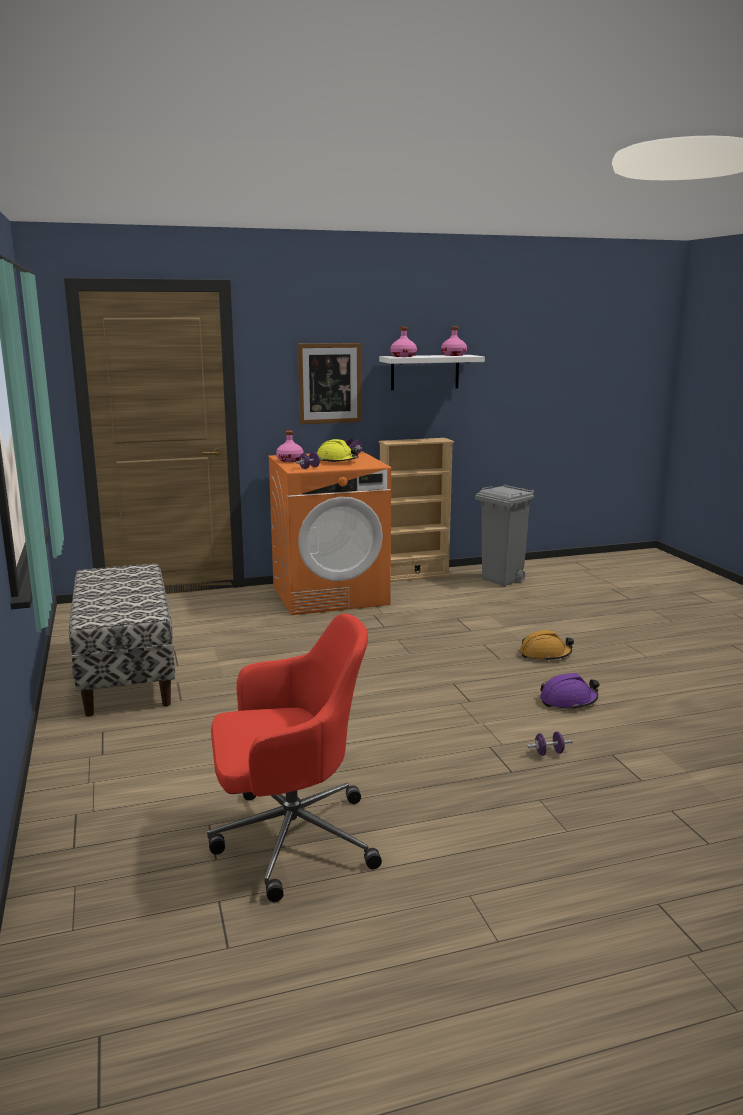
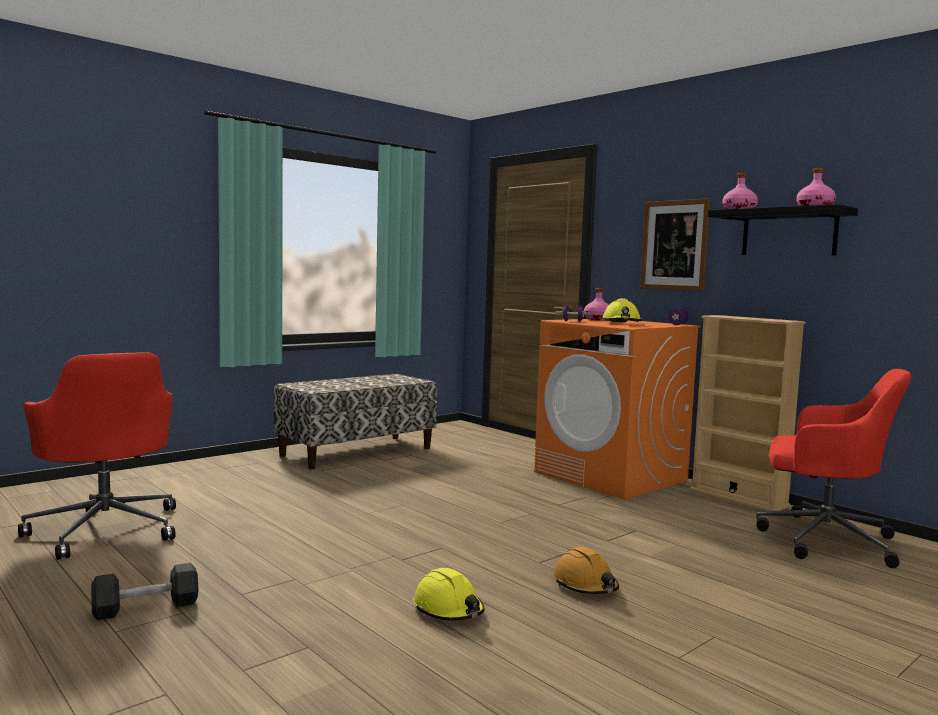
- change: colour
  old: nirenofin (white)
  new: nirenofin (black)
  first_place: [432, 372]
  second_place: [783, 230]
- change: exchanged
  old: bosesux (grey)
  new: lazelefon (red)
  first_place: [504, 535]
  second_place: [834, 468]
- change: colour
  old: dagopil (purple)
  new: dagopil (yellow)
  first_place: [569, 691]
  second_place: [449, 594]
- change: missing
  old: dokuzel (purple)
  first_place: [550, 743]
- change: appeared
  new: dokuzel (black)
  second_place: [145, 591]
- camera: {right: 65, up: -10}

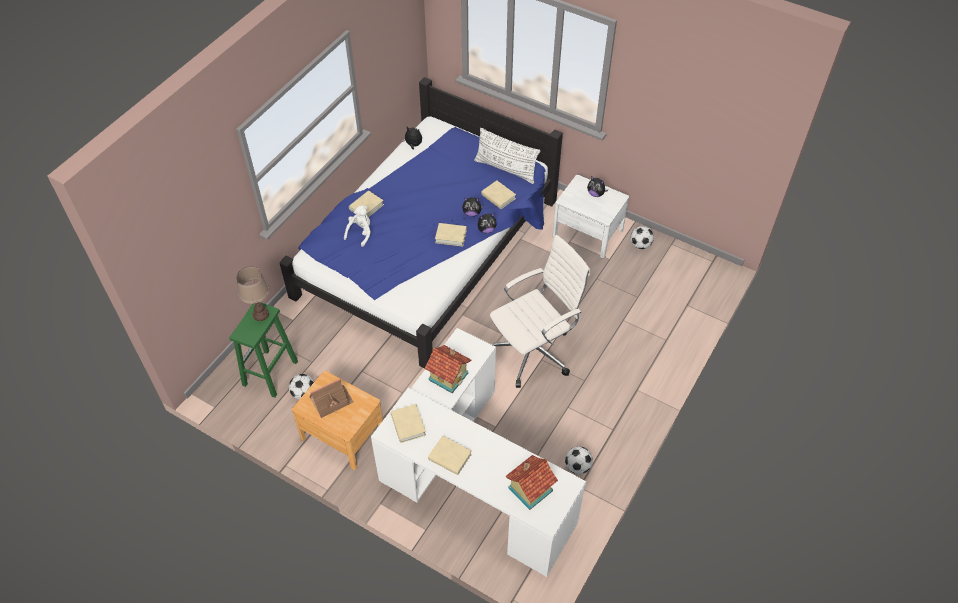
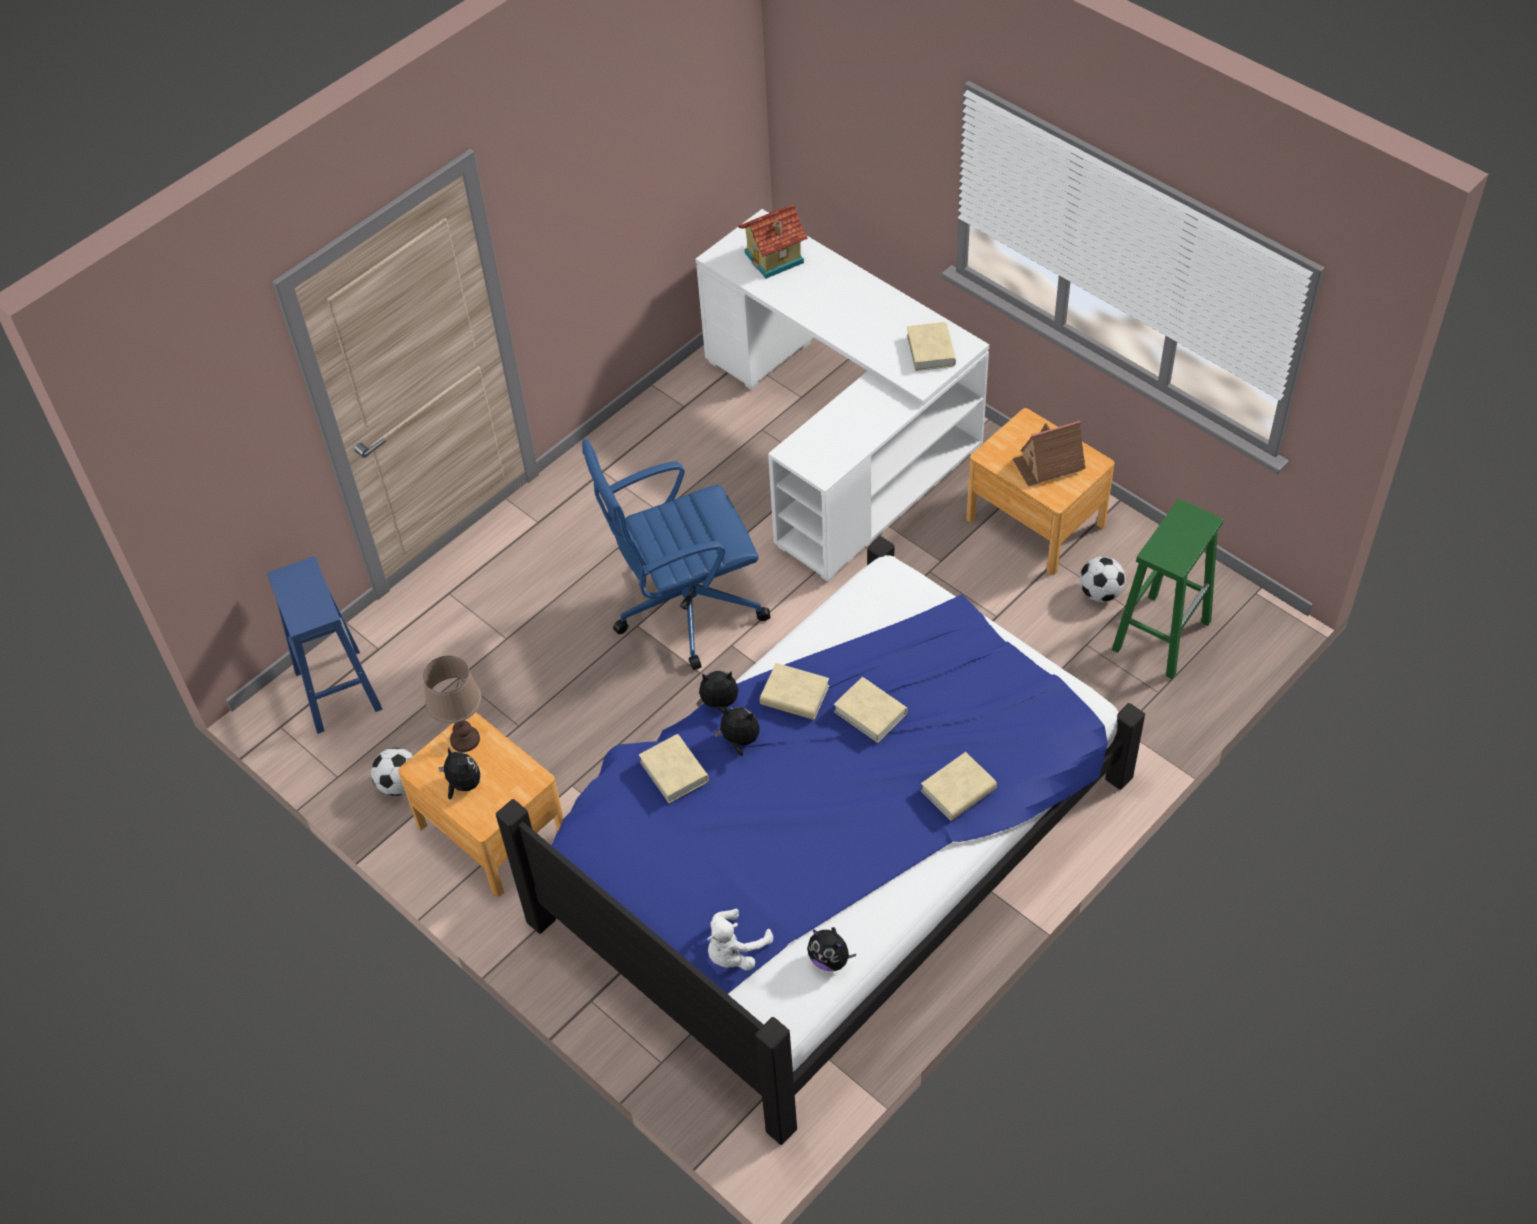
- change: missing
  old: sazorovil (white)
  first_place: [507, 156]
- change: colour
  old: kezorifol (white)
  new: kezorifol (brown)
  first_place: [591, 216]
  second_place: [481, 804]
- change: relocated
  old: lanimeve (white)
  first_place: [357, 226]
  second_place: [740, 940]
- change: colour
  old: lazelefon (white)
  new: lazelefon (blue)
  first_place: [540, 311]
  second_place: [676, 554]
- change: relocated
  old: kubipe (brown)
  first_place: [252, 293]
  second_place: [452, 704]
- change: missing
  old: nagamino
  first_place: [447, 369]
- change: relocated
  old: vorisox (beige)
  first_place: [450, 455]
  second_place: [870, 710]
- change: missing
  old: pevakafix
  first_place: [579, 460]
- change: appeared
  new: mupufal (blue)
  second_place: [324, 645]
- camera: {right: -165, up: 0}

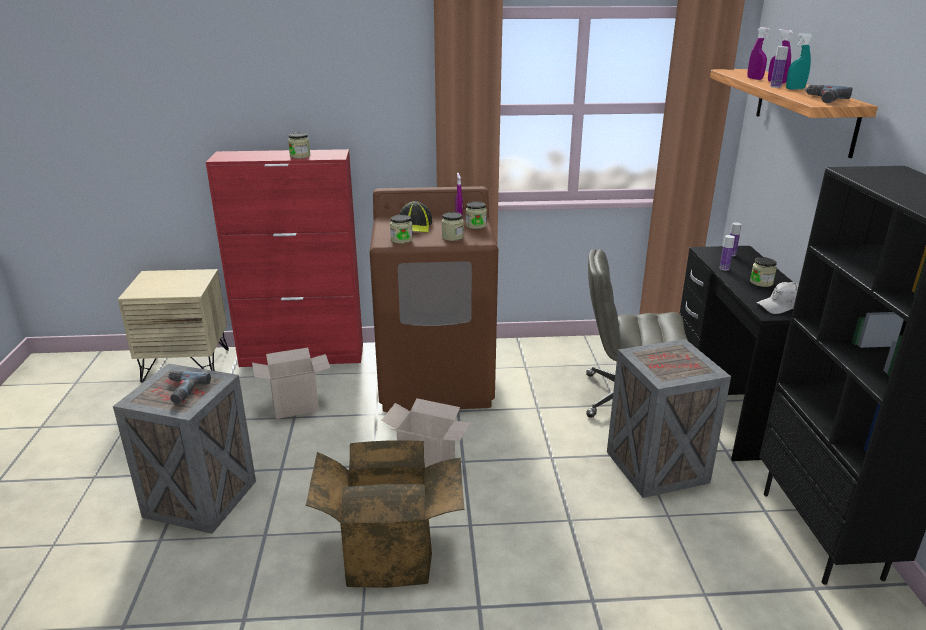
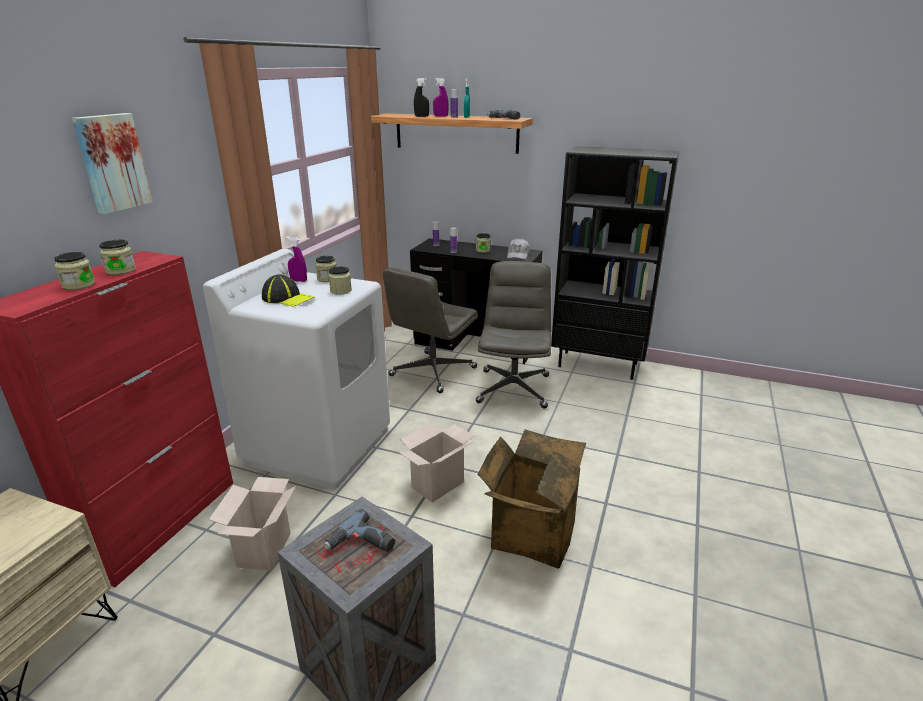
- change: colour
  old: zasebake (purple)
  new: zasebake (black)
  first_place: [758, 53]
  second_place: [421, 97]
- change: colour
  old: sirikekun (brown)
  new: sirikekun (white)
  first_place: [434, 299]
  second_place: [296, 369]
- change: relocated
  old: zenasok
  first_place: [401, 229]
  second_place: [74, 271]
- change: exchanged
  old: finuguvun
  new: lazelefon (grey)
  first_place: [669, 418]
  second_place: [513, 335]
- change: appeared
  new: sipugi
  second_place: [112, 163]
- camera: {right: -65, up: 0}

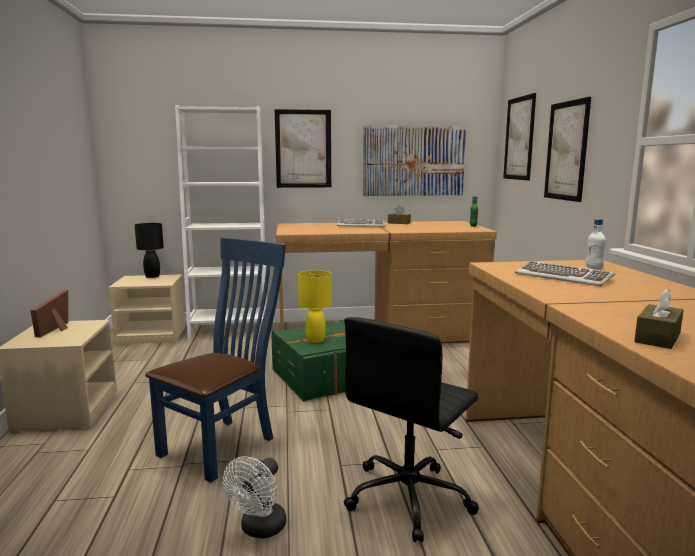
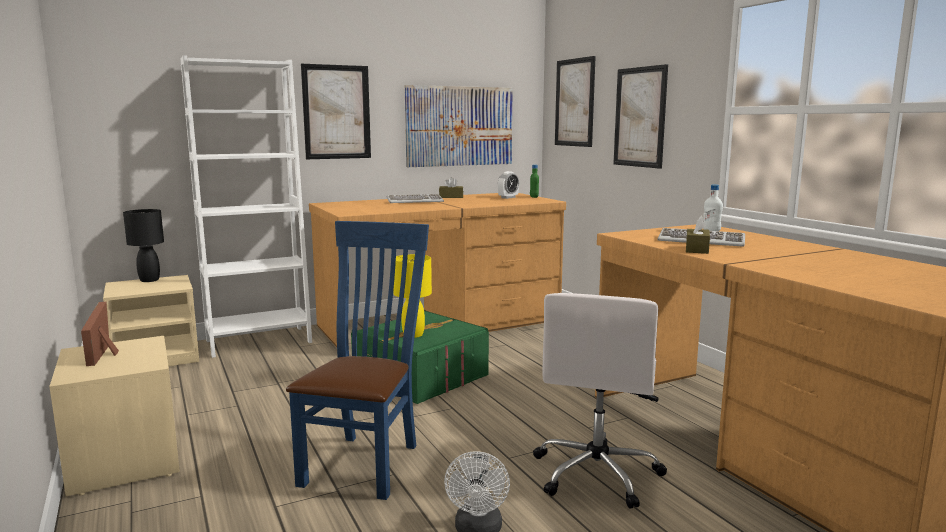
- change: relocated
  old: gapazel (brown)
  first_place: [658, 318]
  second_place: [698, 235]
- change: colour
  old: lazelefon (black)
  new: lazelefon (white)
  first_place: [411, 429]
  second_place: [600, 401]
- change: appeared
  new: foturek
  second_place: [508, 185]
- camera: {right: -20, up: 0}

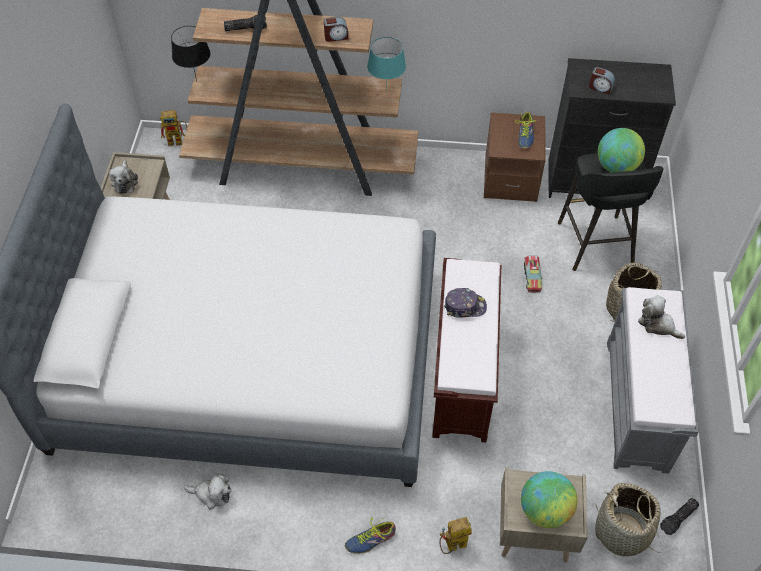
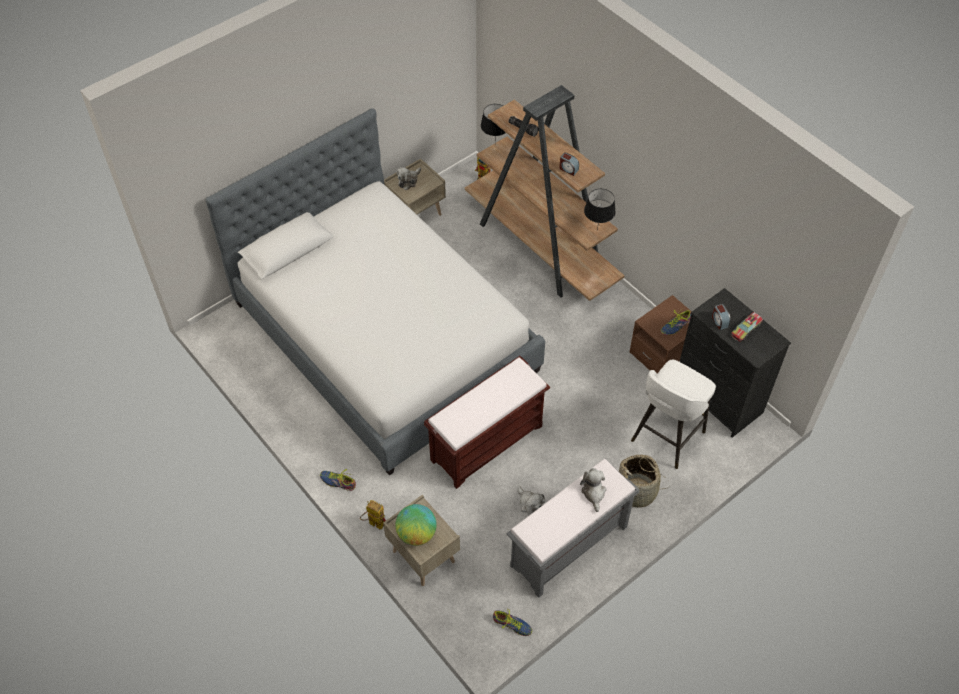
- change: colour
  old: kubipe (turquoise)
  new: kubipe (black)
  first_place: [386, 65]
  second_place: [600, 210]
- change: missing
  old: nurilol
  first_place: [621, 150]
- change: colour
  old: mupufal (black)
  new: mupufal (white)
  first_place: [611, 212]
  second_place: [673, 414]
- change: relocated
  old: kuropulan
  first_place: [533, 274]
  second_place: [747, 327]
- change: missing
  old: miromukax
  first_place: [465, 303]
- change: relocated
  old: lanimeve
  first_place: [207, 491]
  second_place: [531, 500]
- change: missing
  old: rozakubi
  first_place: [629, 520]
- change: exchanged
  old: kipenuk
  new: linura
  first_place: [679, 516]
  second_place: [512, 622]
- camera: {right: 45, up: 0}

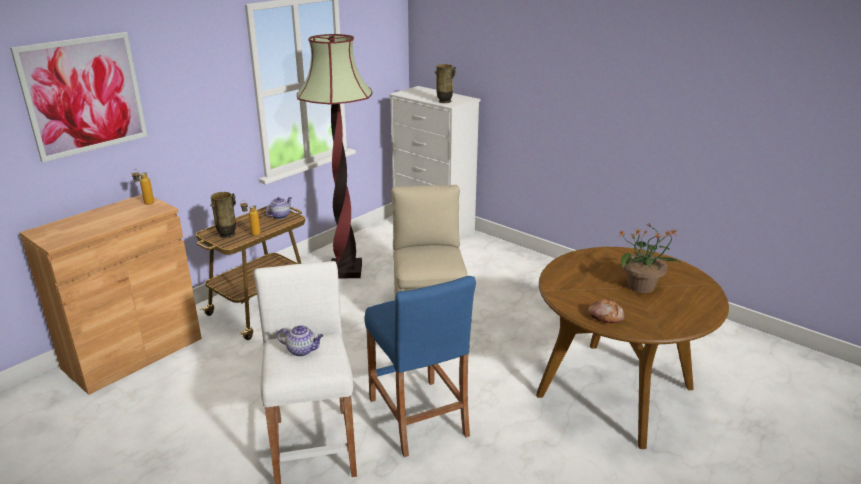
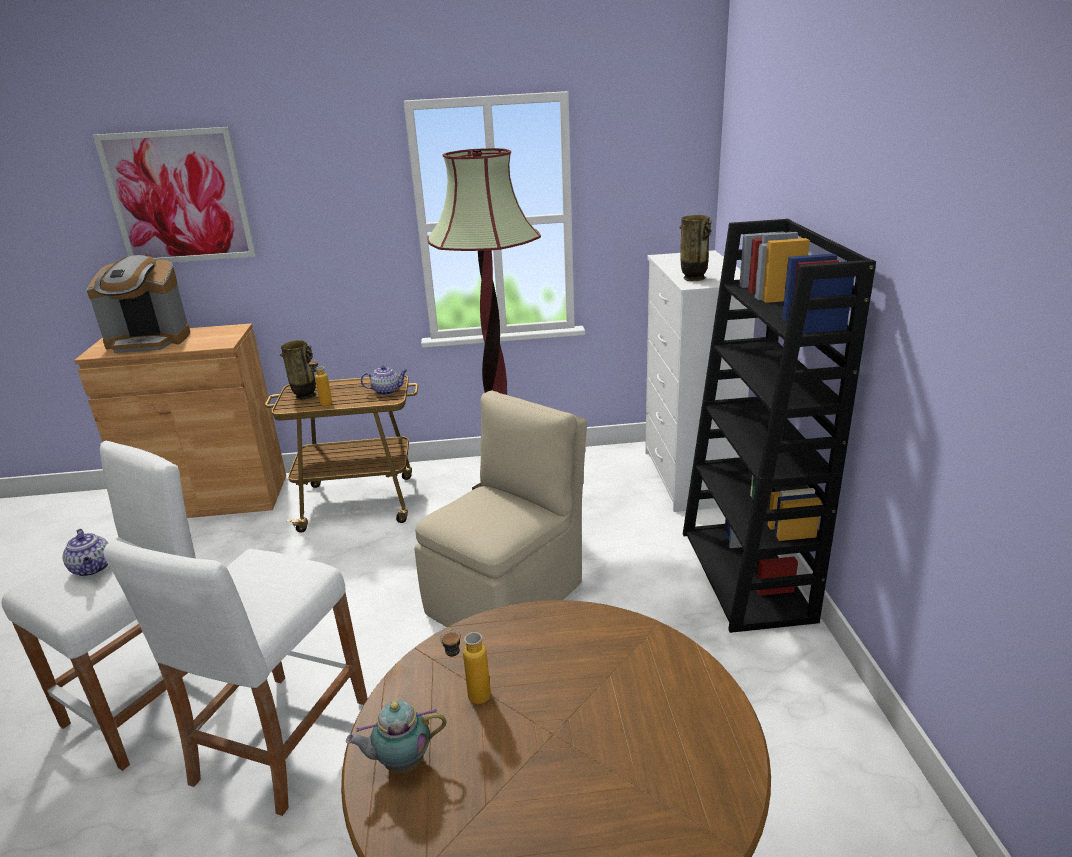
- change: relocated
  old: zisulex
  first_place: [143, 187]
  second_place: [465, 666]
- change: missing
  old: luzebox
  first_place: [650, 257]
- change: colour
  old: mupufal (blue)
  new: mupufal (white)
  first_place: [420, 366]
  second_place: [235, 678]
- change: exchanged
  old: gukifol
  new: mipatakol
  first_place: [606, 311]
  second_place: [396, 737]
- change: appeared
  new: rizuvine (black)
  second_place: [779, 426]
- change: appeared
  new: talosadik
  second_place: [138, 304]
- camera: {right: 45, up: 0}

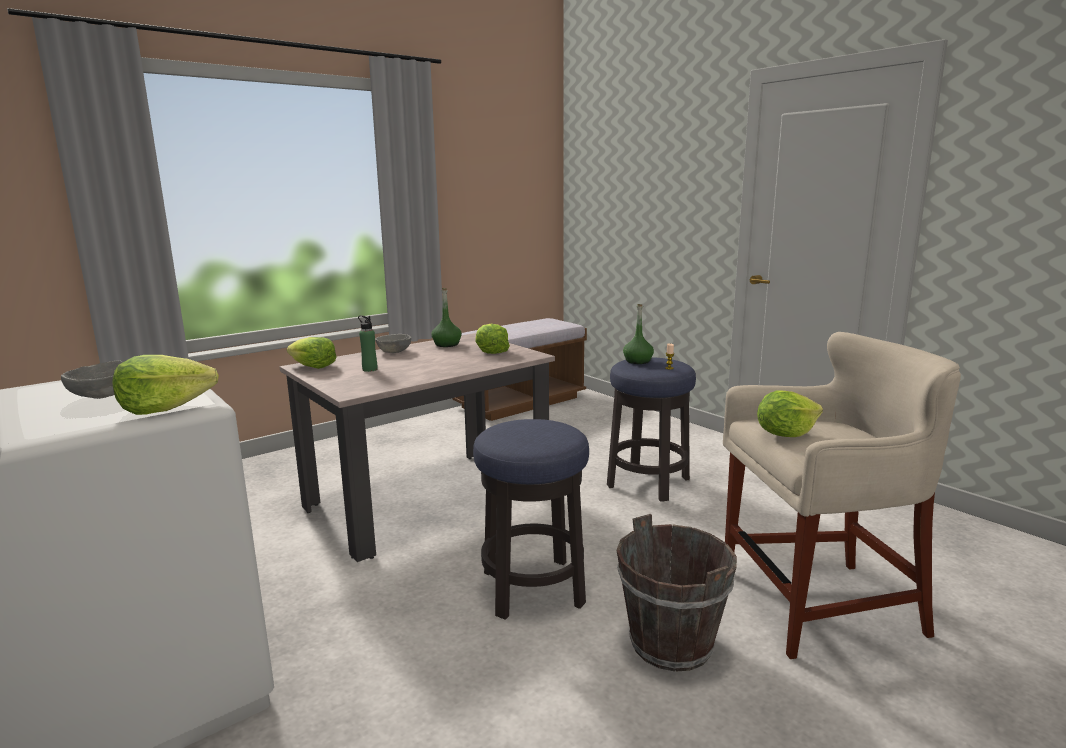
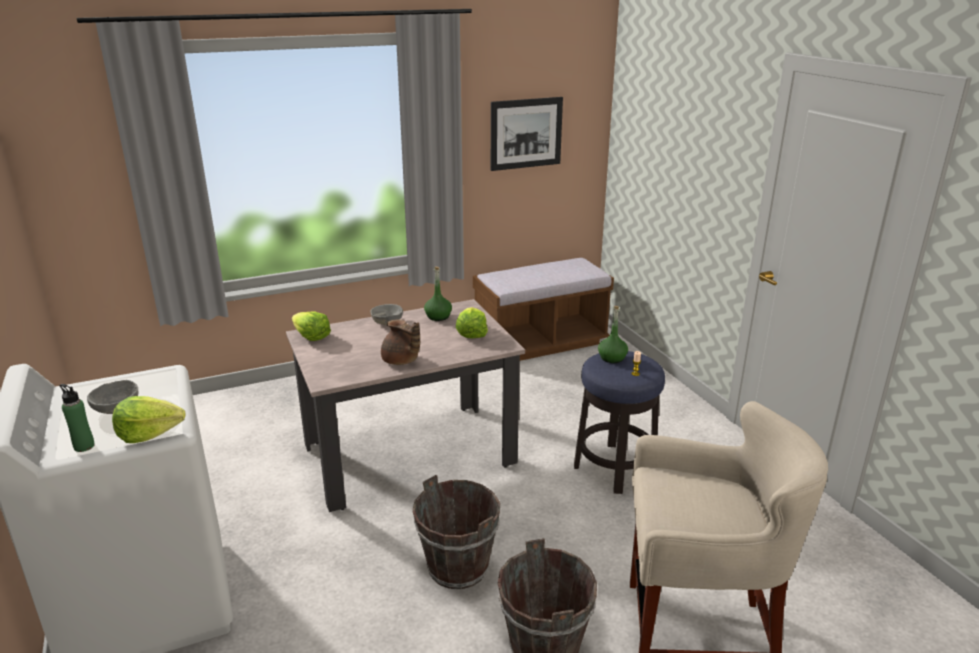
- change: relocated
  old: zisulex (green)
  first_place: [367, 343]
  second_place: [77, 418]
- change: missing
  old: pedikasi
  first_place: [790, 413]
- change: exchanged
  old: mupufal
  new: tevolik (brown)
  first_place: [531, 519]
  second_place: [456, 532]
- change: appeared
  new: sipugi
  second_place: [527, 134]
- change: appeared
  new: mipatakol (brown)
  second_place: [400, 342]
- camera: {right: 15, up: 10}

